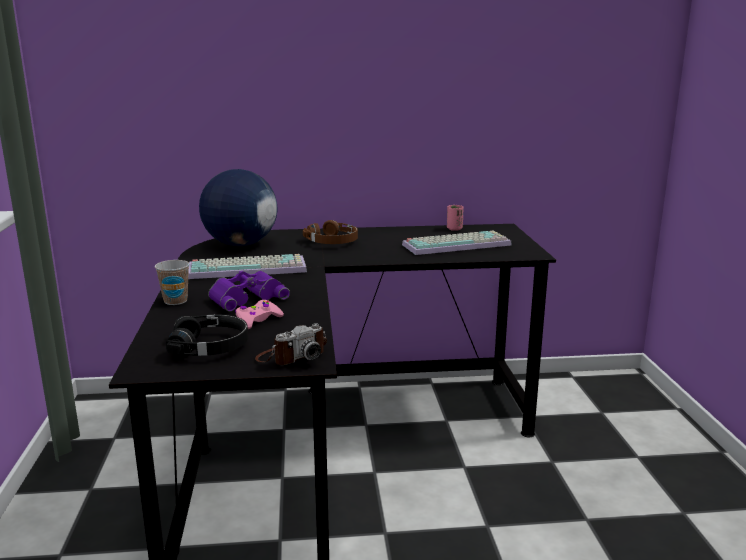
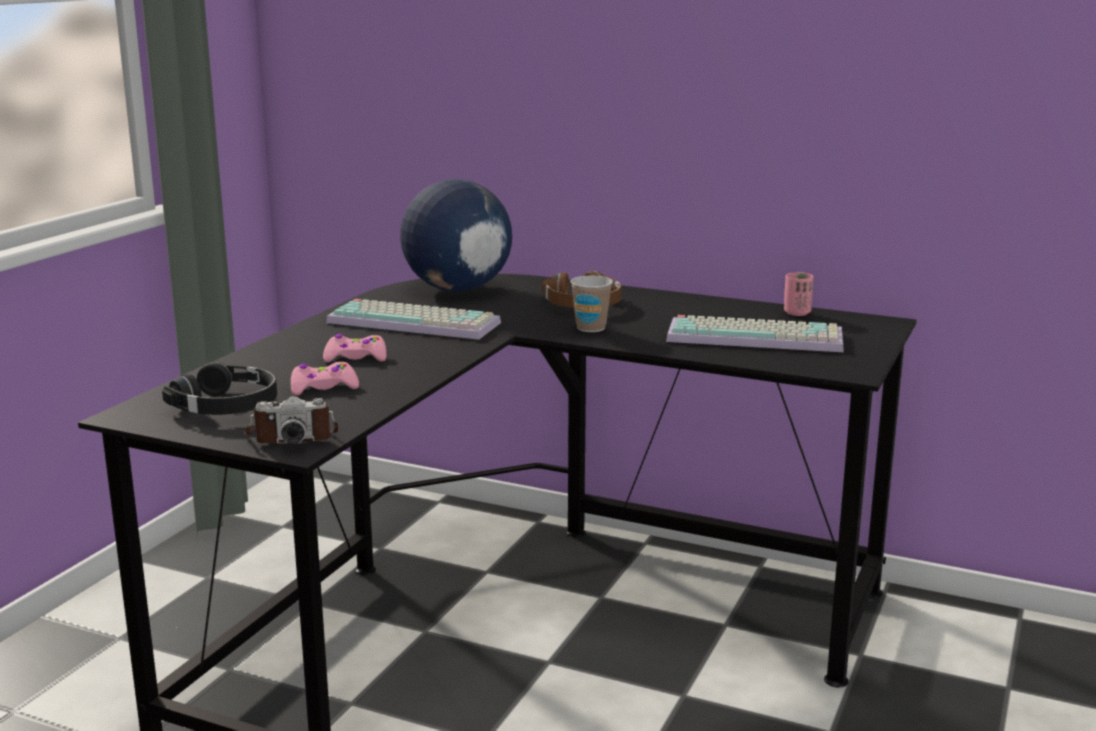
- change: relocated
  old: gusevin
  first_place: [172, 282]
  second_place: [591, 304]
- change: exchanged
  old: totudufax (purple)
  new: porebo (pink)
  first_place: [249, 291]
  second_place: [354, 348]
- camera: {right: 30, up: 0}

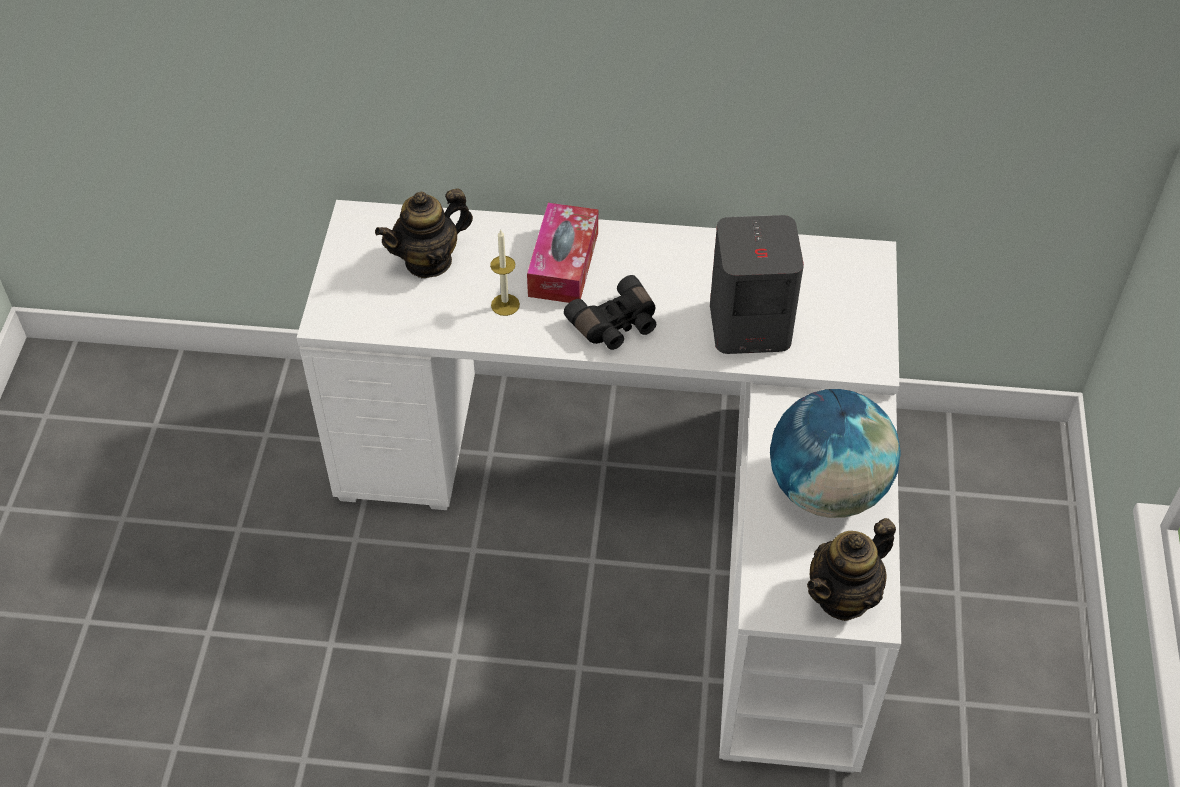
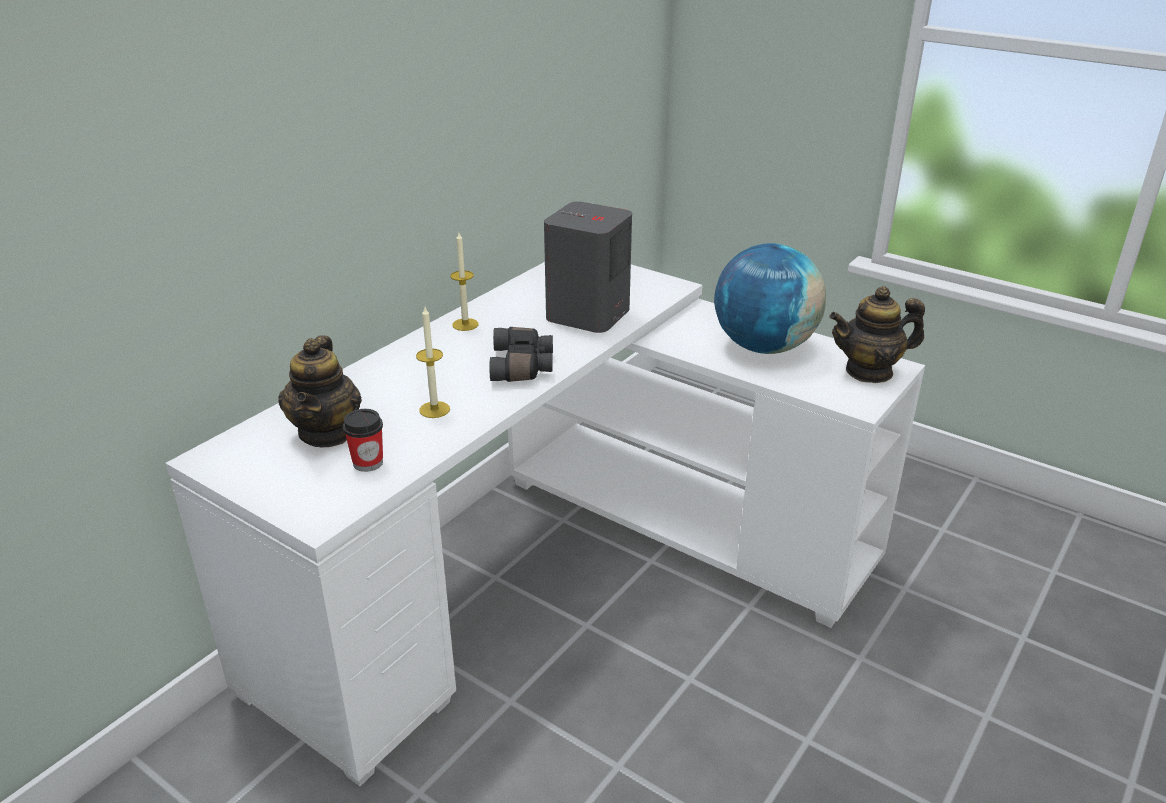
- change: missing
  old: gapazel
  first_place: [562, 253]
- change: spun
  old: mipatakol
  first_place: [851, 569]
  second_place: [877, 334]
  degrees: 90
- change: appeared
  new: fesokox
  second_place: [465, 282]
- change: appeared
  new: gusevin
  second_place: [363, 440]
- camera: {right: -60, up: -20}

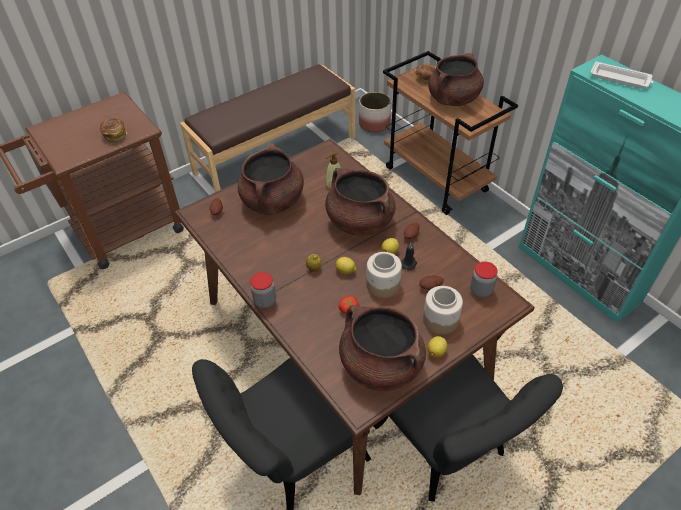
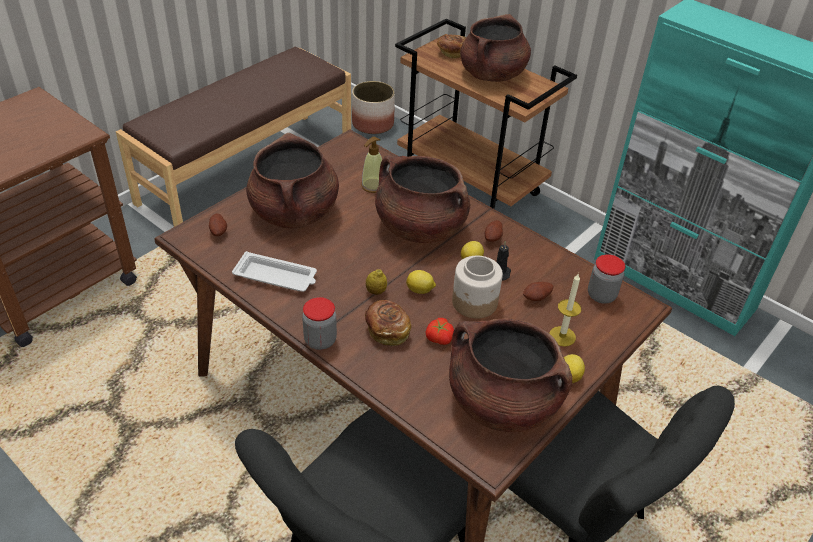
- change: relocated
  old: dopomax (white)
  first_place: [621, 74]
  second_place: [274, 271]
- change: relocated
  old: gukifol
  first_place: [113, 130]
  second_place: [388, 323]
- change: exchanged
  old: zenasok
  new: fesokox
  first_place: [443, 310]
  second_place: [565, 309]
- camera: {right: -15, up: -5}

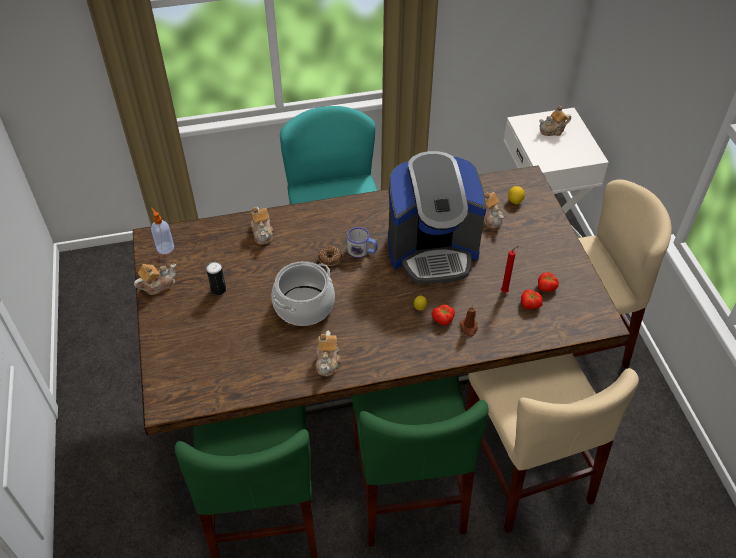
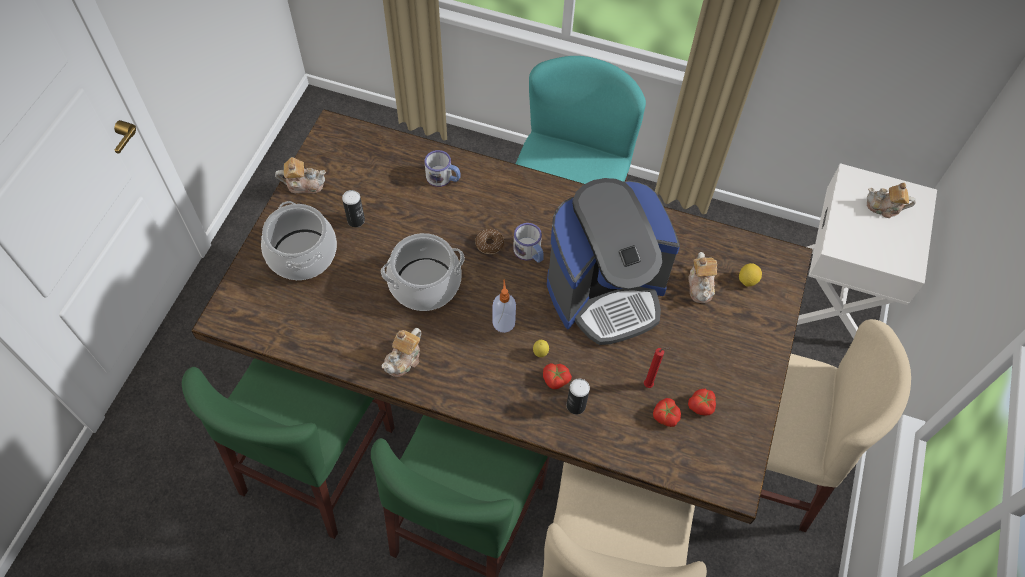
- change: spun
  old: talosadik
  first_place: [437, 217]
  second_place: [613, 261]
  degrees: -45
- change: exchanged
  old: mipatakol
  new: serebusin
  first_place: [261, 226]
  second_place: [443, 168]
- change: relocated
  old: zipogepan
  first_place: [162, 231]
  second_place: [504, 306]
- change: exchanged
  old: fesokox (brown)
  new: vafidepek
  first_place: [468, 321]
  second_place: [578, 396]
- change: appeared
  new: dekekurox
  second_place: [299, 240]
- camera: {right: 30, up: 10}

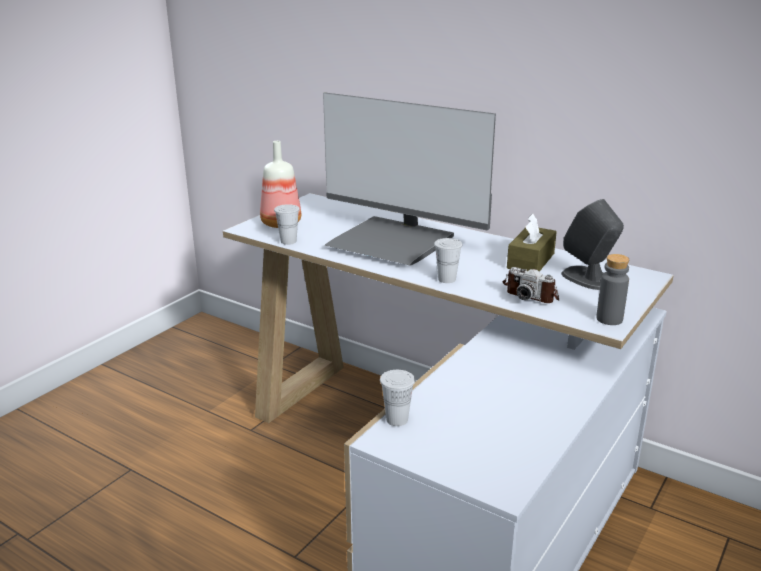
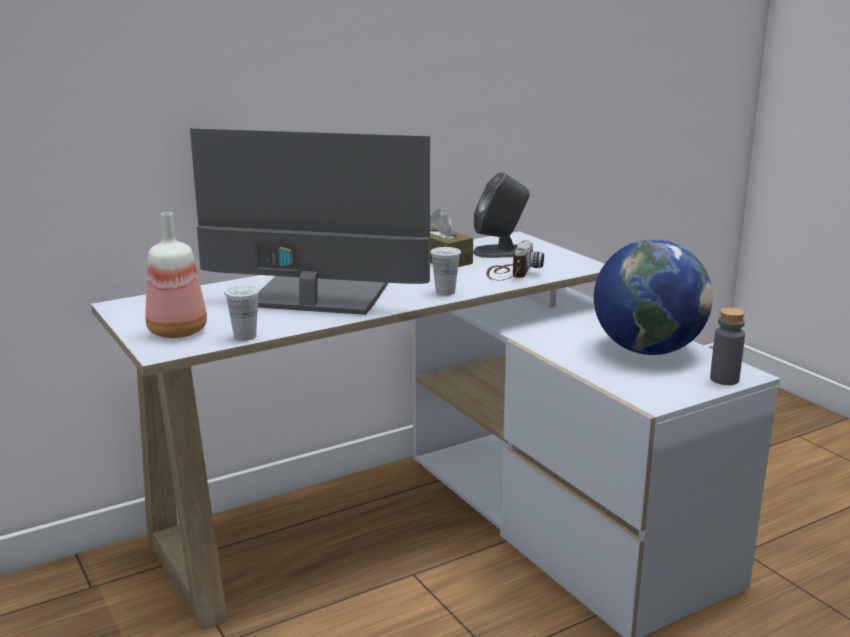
- change: spun
  old: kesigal
  first_place: [409, 178]
  second_place: [310, 221]
  degrees: -135
- change: relocated
  old: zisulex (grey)
  first_place: [612, 289]
  second_place: [727, 346]
- change: spun
  old: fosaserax
  first_place: [531, 285]
  second_place: [515, 260]
  degrees: -45
- change: missing
  old: gusevin (white)
  first_place: [397, 398]
- change: appeared
  new: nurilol
  second_place: [653, 297]
- camera: {right: -65, up: -5}

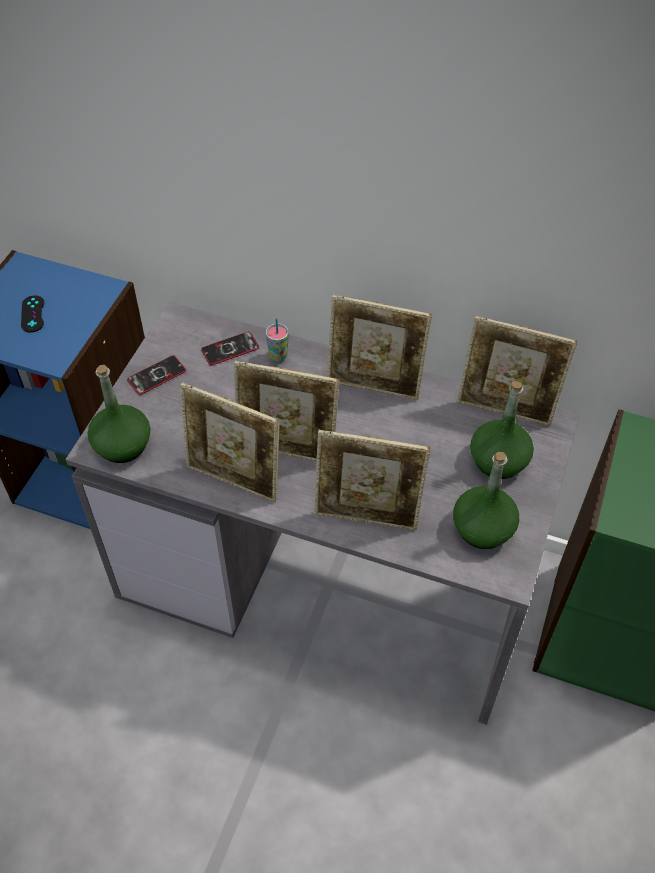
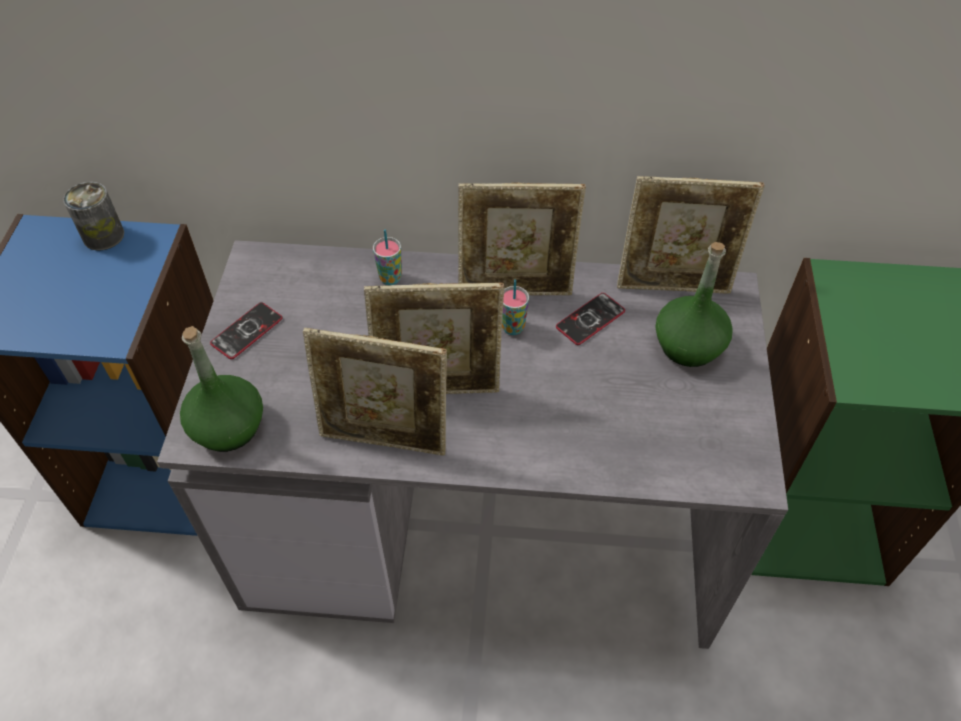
- change: missing
  old: porebo (black)
  first_place: [32, 314]
- change: relocated
  old: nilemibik
  first_place: [230, 348]
  second_place: [590, 319]
- change: missing
  old: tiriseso
  first_place: [373, 480]
- change: missing
  old: zisulex (green)
  first_place: [486, 500]
- change: appeared
  new: vafidepek
  second_place: [93, 216]
- change: appeared
  new: gusevin
  second_place: [515, 307]
- camera: {right: -15, up: 0}

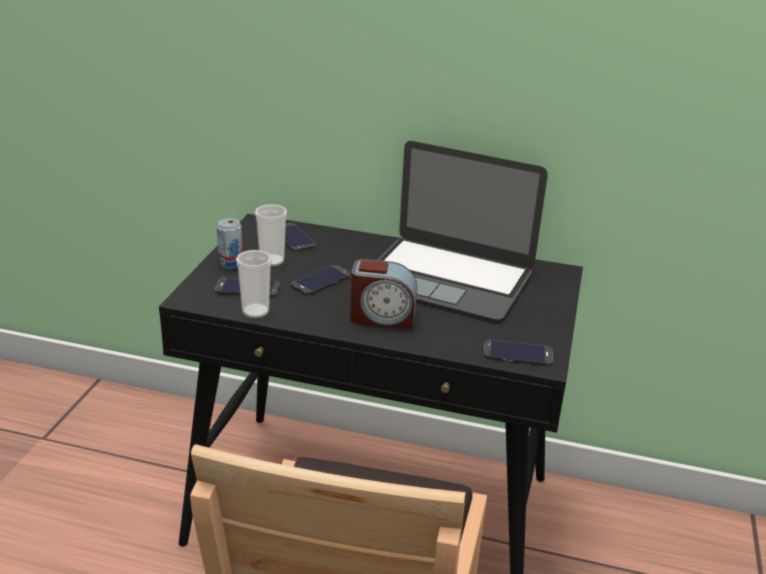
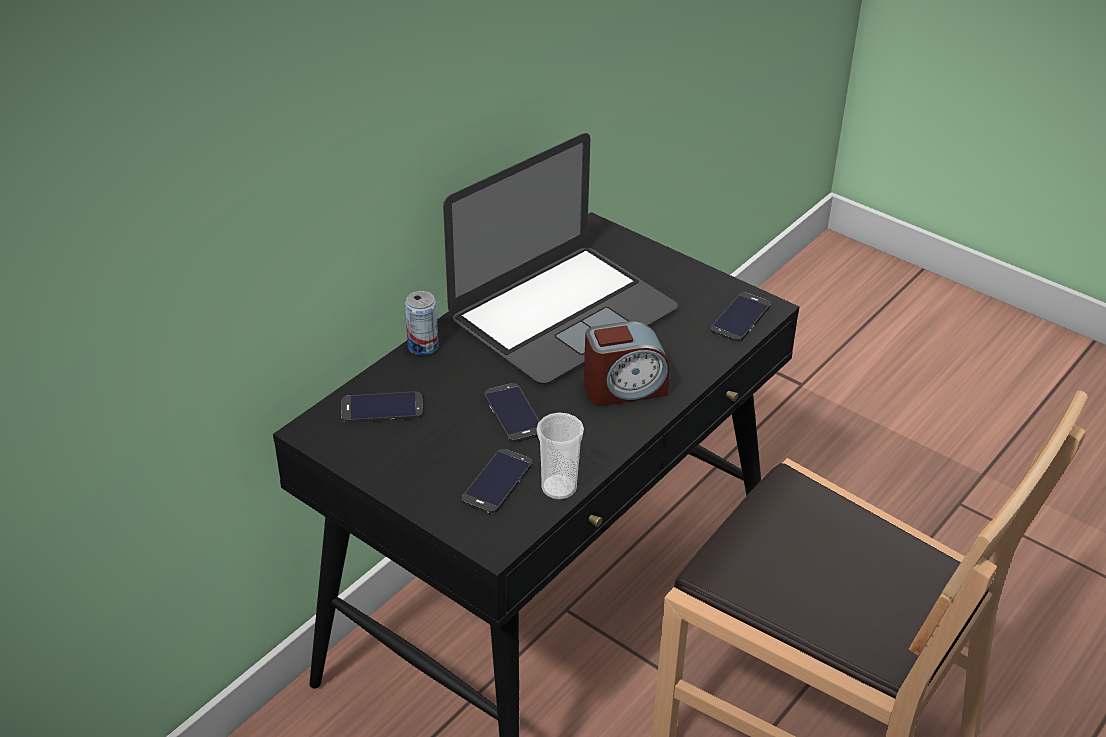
- change: missing
  old: gusevin
  first_place: [271, 235]
- change: relocated
  old: vafidepek
  first_place: [229, 243]
  second_place: [422, 323]
- change: spun
  old: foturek
  first_place: [383, 294]
  second_place: [627, 363]
  degrees: 45
- camera: {right: -65, up: 10}

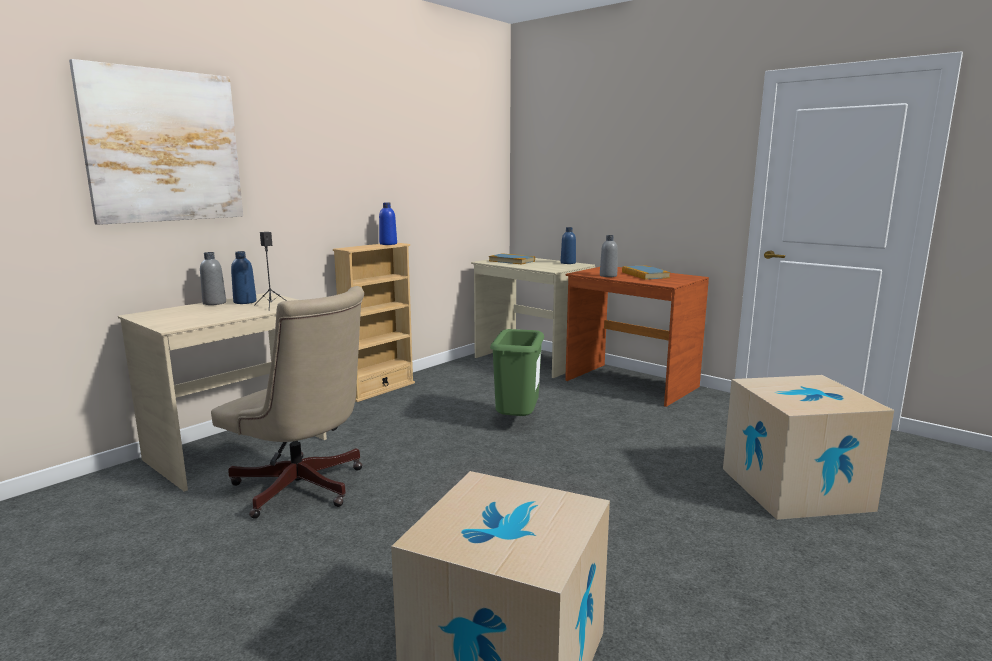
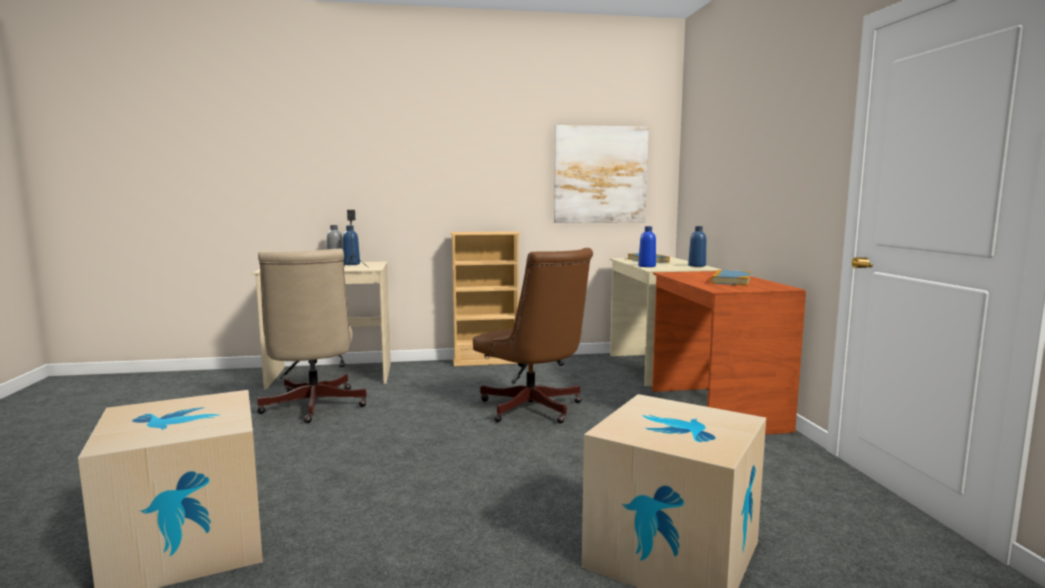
- change: relocated
  old: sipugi
  first_place: [156, 142]
  second_place: [601, 174]
- change: relocated
  old: zisulex (blue)
  first_place: [388, 223]
  second_place: [647, 246]
- change: missing
  old: zisulex (grey)
  first_place: [609, 256]
- change: exchanged
  old: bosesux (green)
  new: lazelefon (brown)
  first_place: [517, 372]
  second_place: [533, 336]
- camera: {right: 40, up: -5}

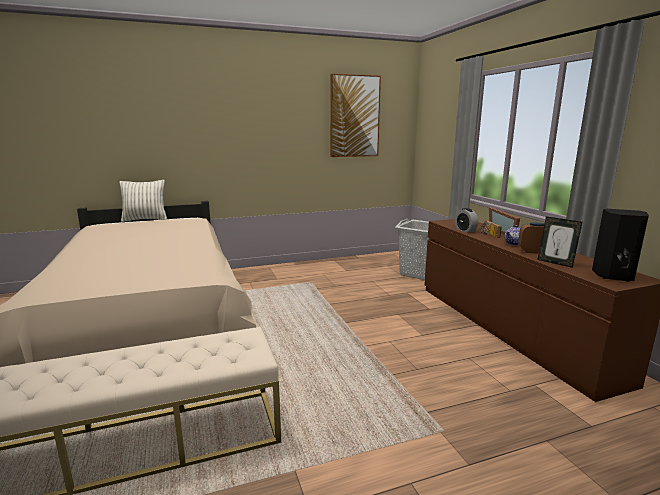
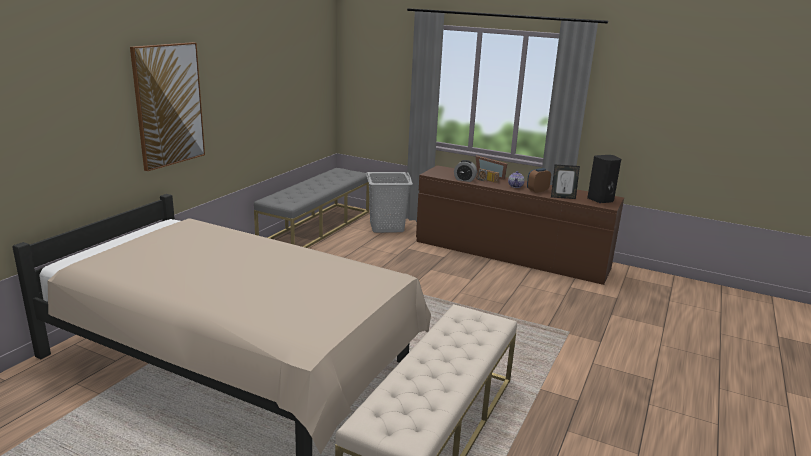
- change: relocated
  old: sipugi
  first_place: [355, 115]
  second_place: [167, 107]
- change: missing
  old: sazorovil
  first_place: [143, 201]
- change: appeared
  new: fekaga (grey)
  second_place: [311, 208]
- camera: {right: -45, up: 5}

